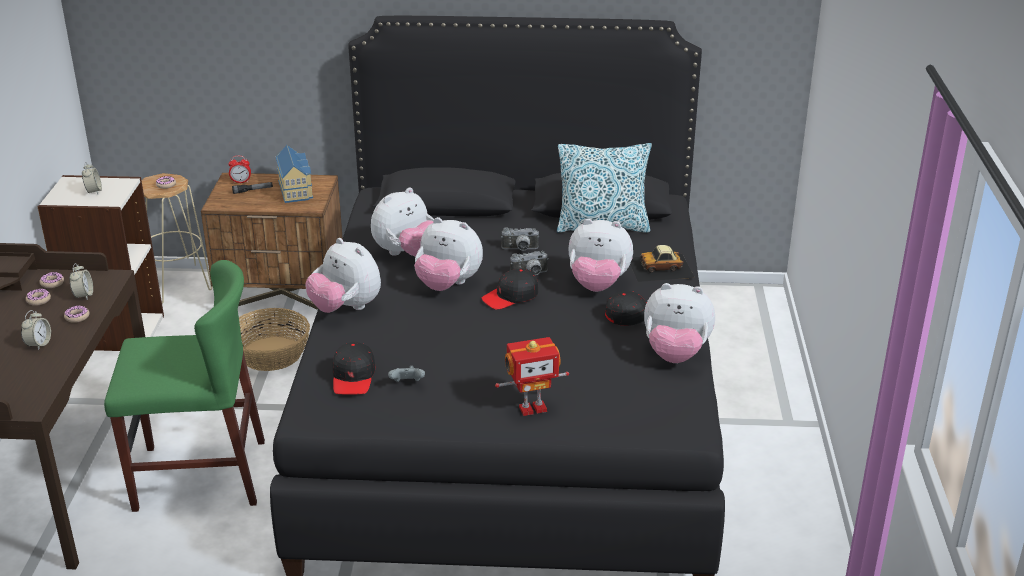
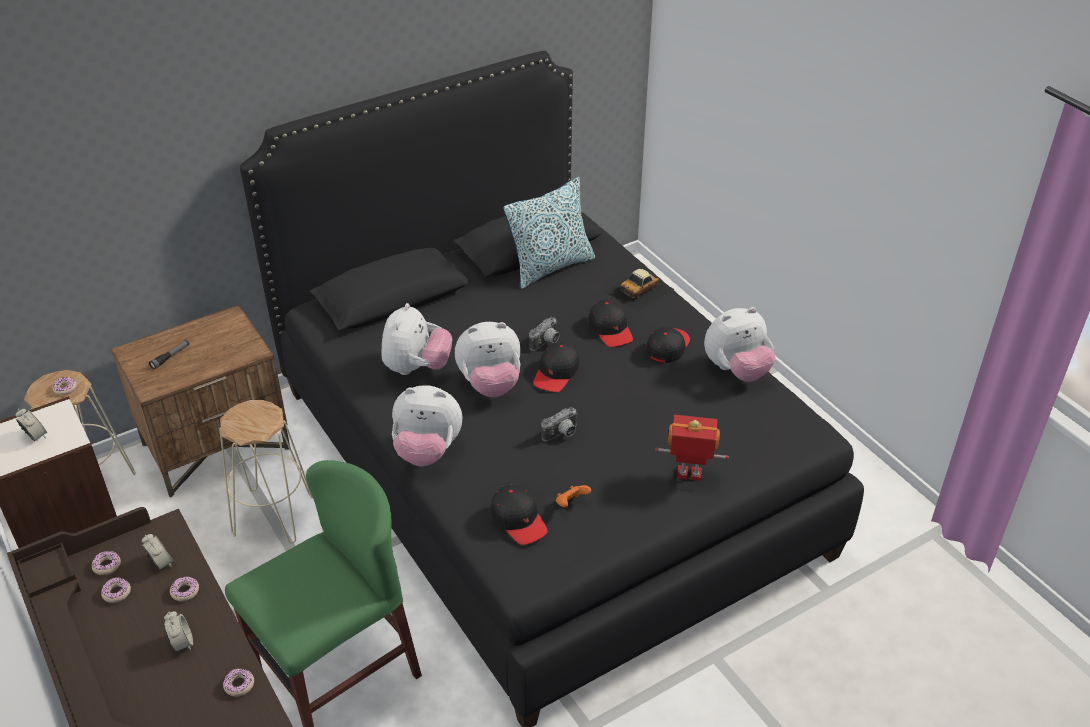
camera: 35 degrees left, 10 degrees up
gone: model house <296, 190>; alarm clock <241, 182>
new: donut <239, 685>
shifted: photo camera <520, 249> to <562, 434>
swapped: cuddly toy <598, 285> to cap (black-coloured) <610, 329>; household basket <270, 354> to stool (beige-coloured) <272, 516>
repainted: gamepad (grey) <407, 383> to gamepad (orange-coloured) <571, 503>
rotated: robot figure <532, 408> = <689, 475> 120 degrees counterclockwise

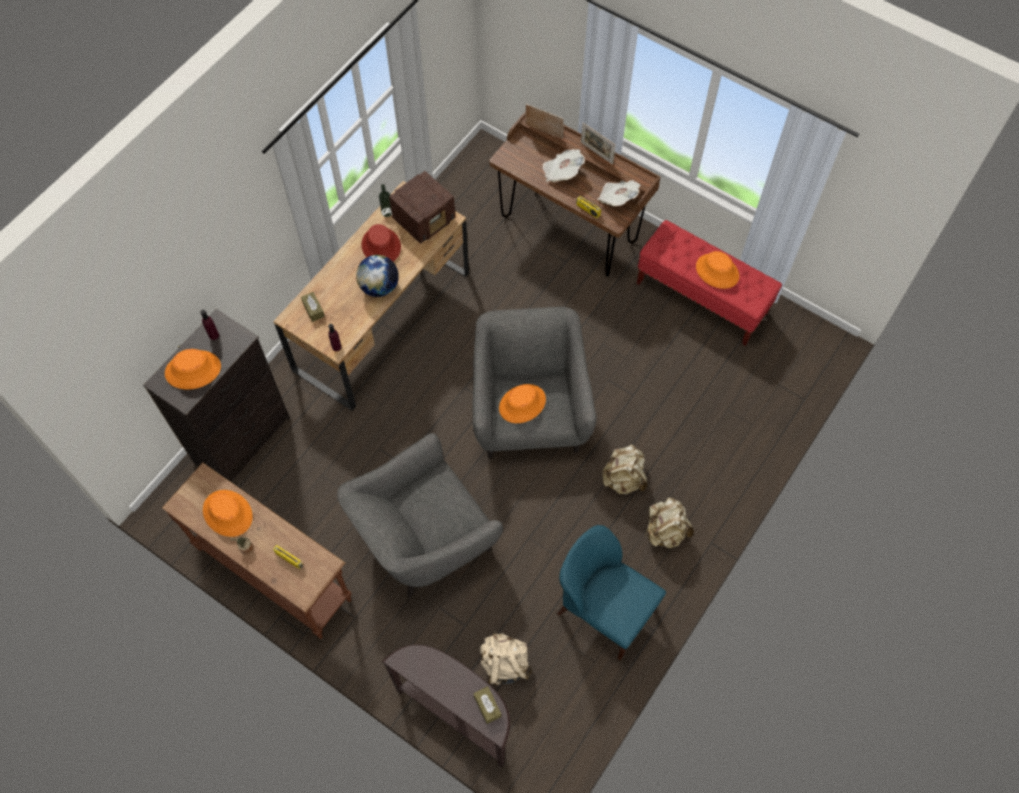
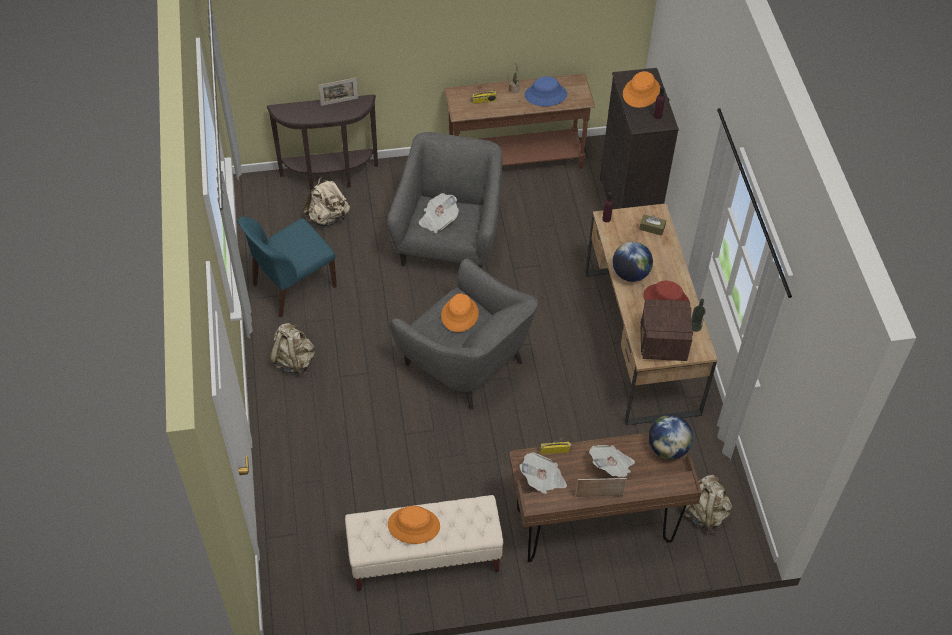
camera: 135 degrees right, 10 degrees down
gone: tissue box (brown) <487, 706>
new: printed paper <438, 220>; world globe <667, 448>
shifted: photo frame <543, 131> to <339, 101>; backpack (beige-coloured) <623, 478> to <705, 513>
repainted: indoor bench (reddish) <702, 298> to indoor bench (beige-coloured) <424, 558>; wearable hat (orange-coloured) <228, 513> to wearable hat (blue) <545, 95>
rotated: chair (blue) <604, 611> = <292, 286> 150 degrees clockwise

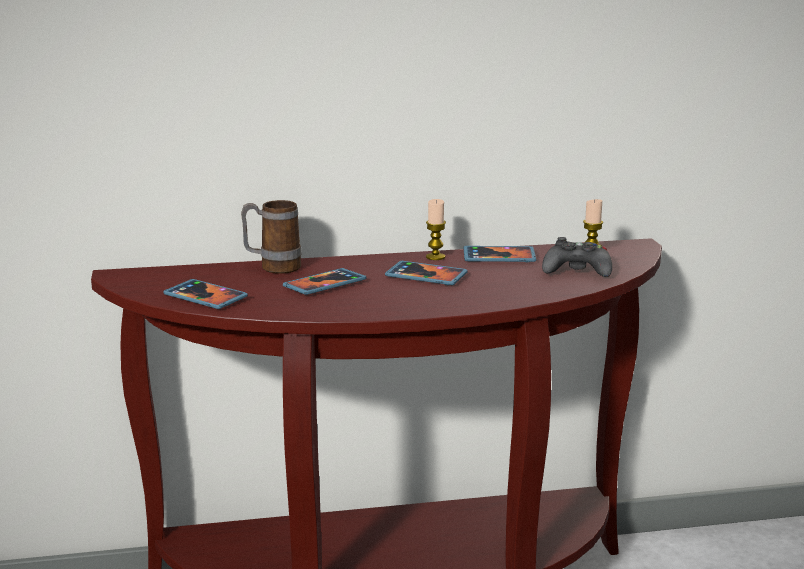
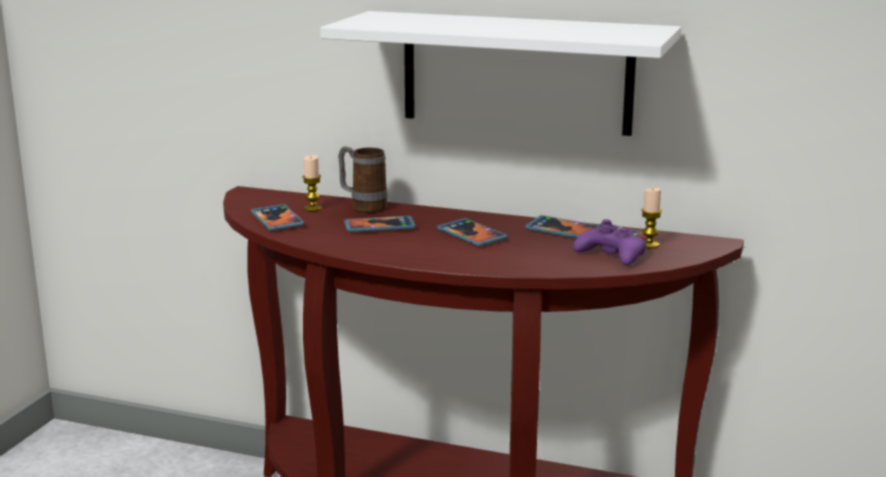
camera: 30 degrees right, 0 degrees up
new: shelf (white) <516, 72>
shifted: wax light <435, 257> to <313, 208>
repainted: gamepad (black-coloured) <577, 270> to gamepad (purplish) <613, 255>

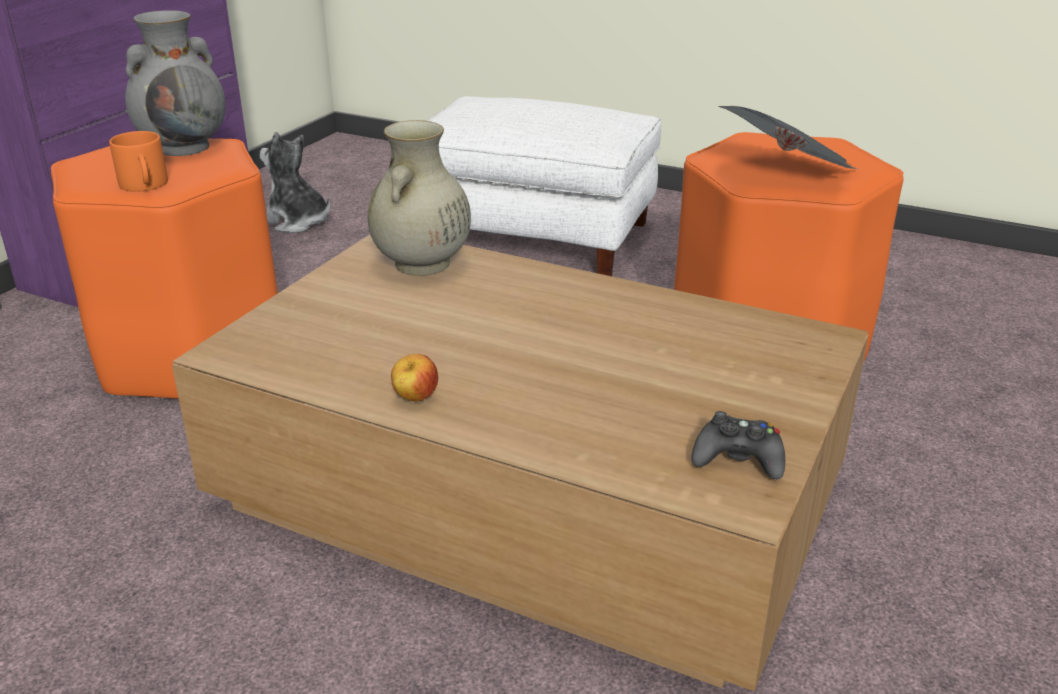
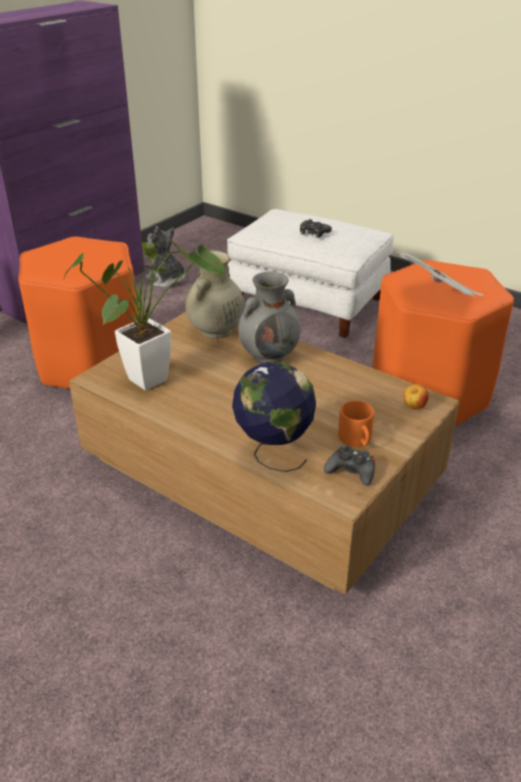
camera: 10 degrees right, 5 degrees up
new: gamepad (black-coloured) <313, 233>; houseplant <155, 377>; world globe <273, 453>
shifted: flower vase (grey) <185, 147> to <269, 355>; mug (orange-coloured) <146, 185> to <357, 440>; whole apple <415, 398> to <413, 407>

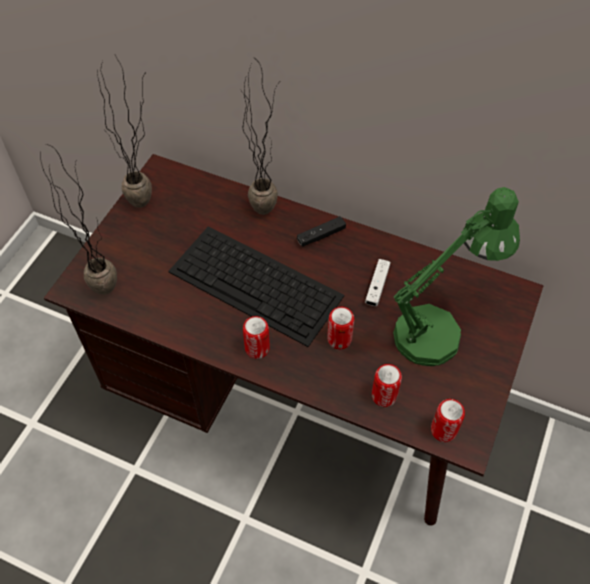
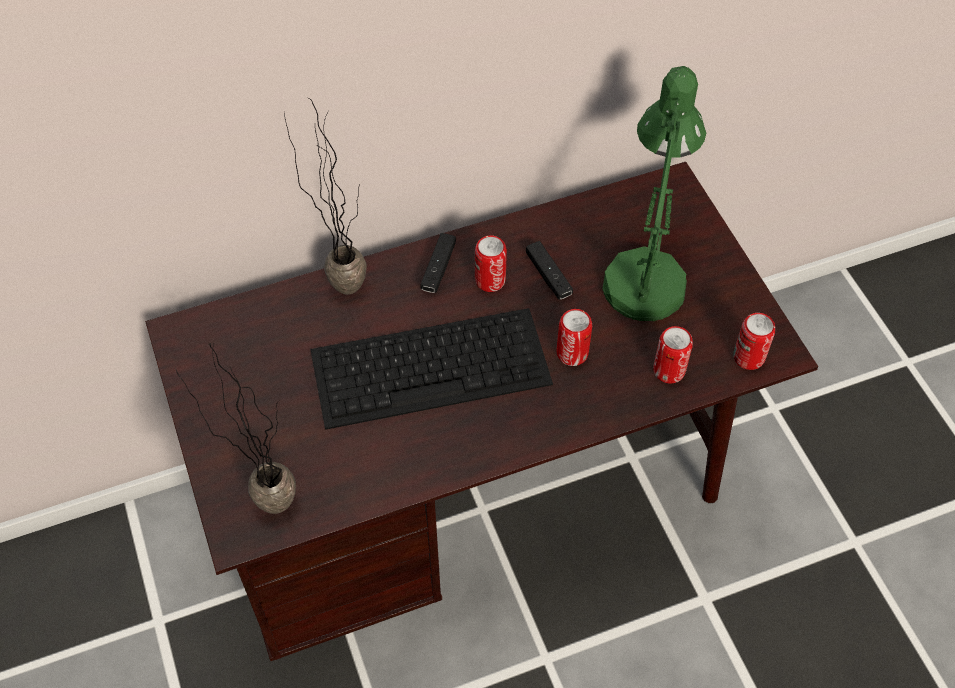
camera: 45 degrees left, 0 degrees up
gone: houseplant <150, 203>
shifted: can <257, 348> to <490, 280>
repainted: gamepad (white) <377, 286> to gamepad (black-coloured) <548, 276>

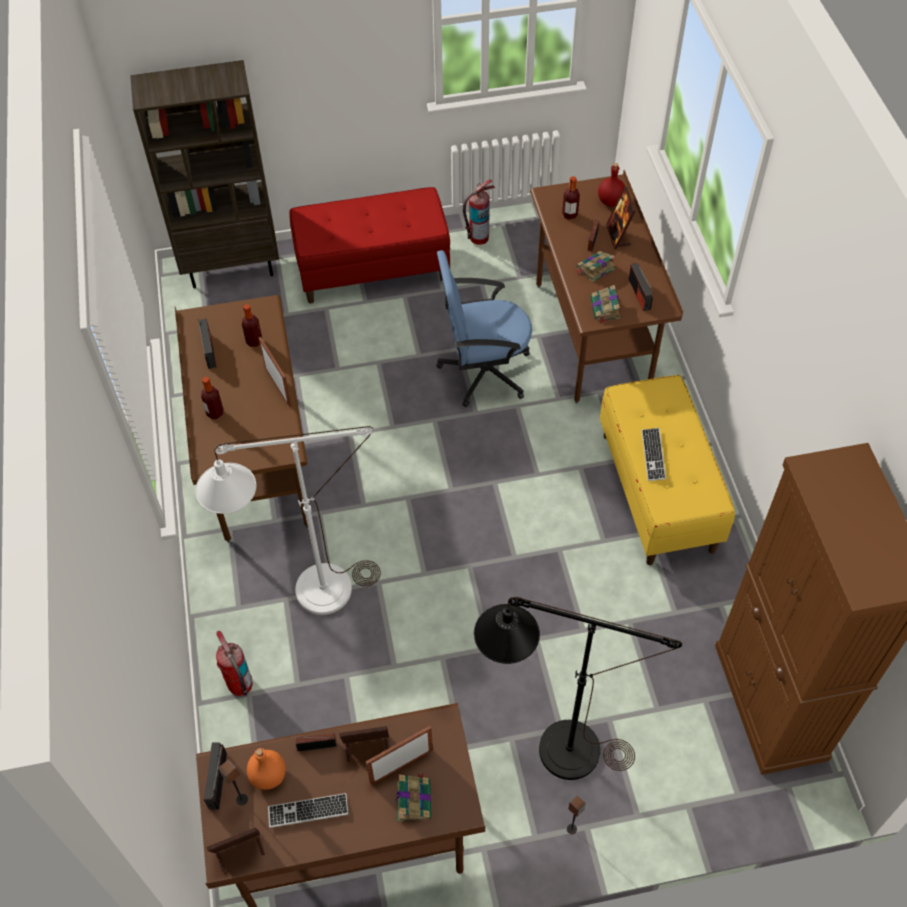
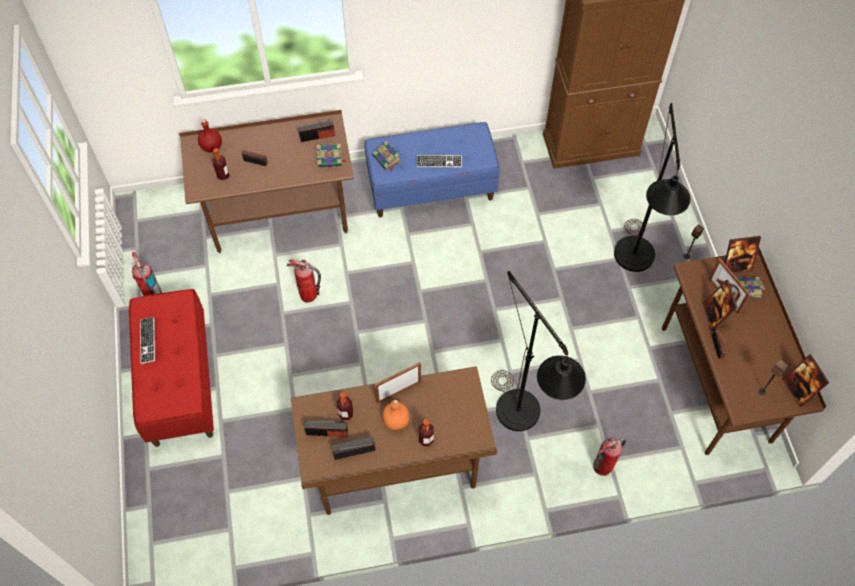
camera: 90 degrees left, 5 degrees up
gone: bookshelf (brown) <232, 267>
shifted: photo frame <618, 236> to <735, 266>; bound book <594, 269> to <387, 159>; radio receiver <217, 781> to <327, 432>; beverage bottle (orange-coloured) <268, 776> to <396, 421>; keyboard <308, 811> to <148, 340>
swapped: office chair (blue) <483, 371> to extinguisher <308, 295>
repainted: indoor bench (yellow) <658, 492> to indoor bench (blue) <431, 188>; floor lamp (white) <308, 595> to floor lamp (black-coloured) <523, 422>

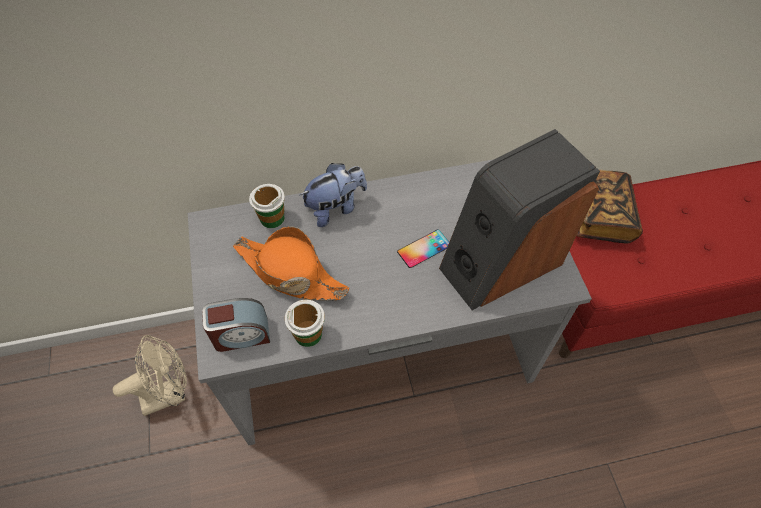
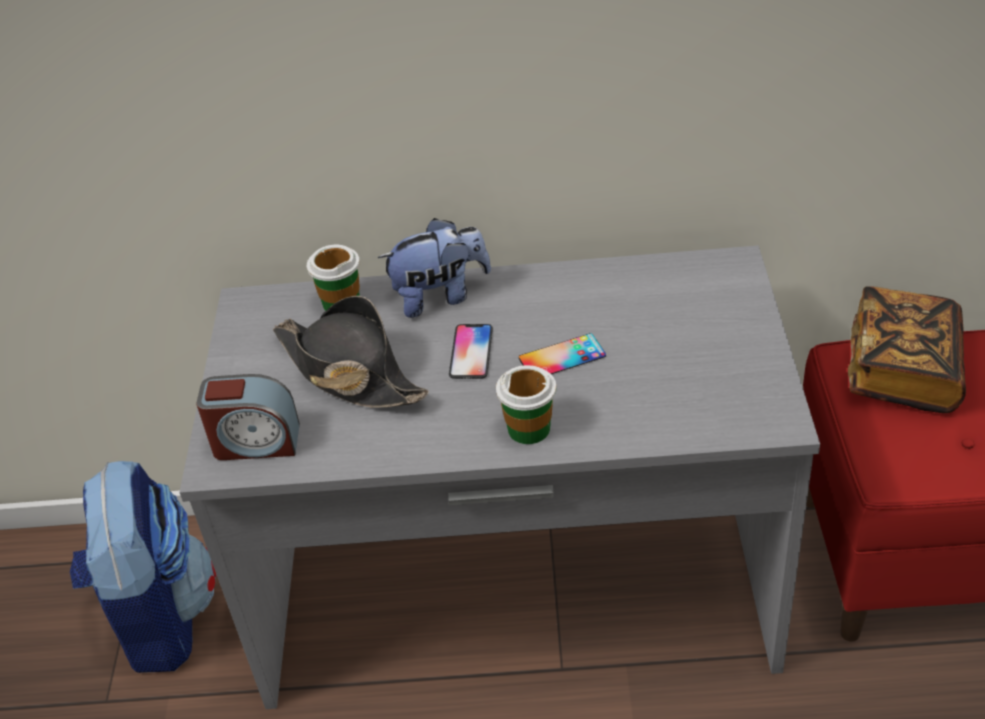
camera: 15 degrees right, 15 degrees down
gone: loudspeaker <500, 264>
new: handset <471, 352>
shifted: drinking cup <308, 334> to <529, 429>
swapped: cooling fan (beige-coloured) <170, 394> to backpack <159, 617>
repainted: wearable hat (orange-coloured) <290, 272> to wearable hat (black-coloured) <348, 372>

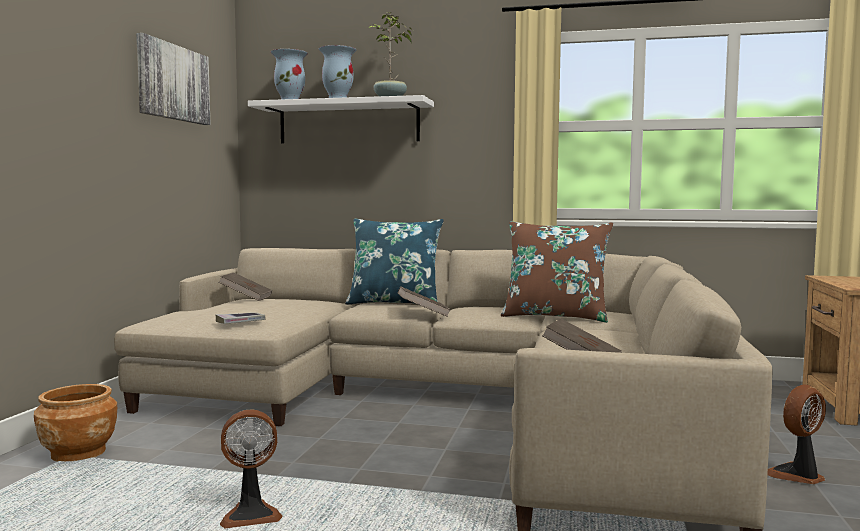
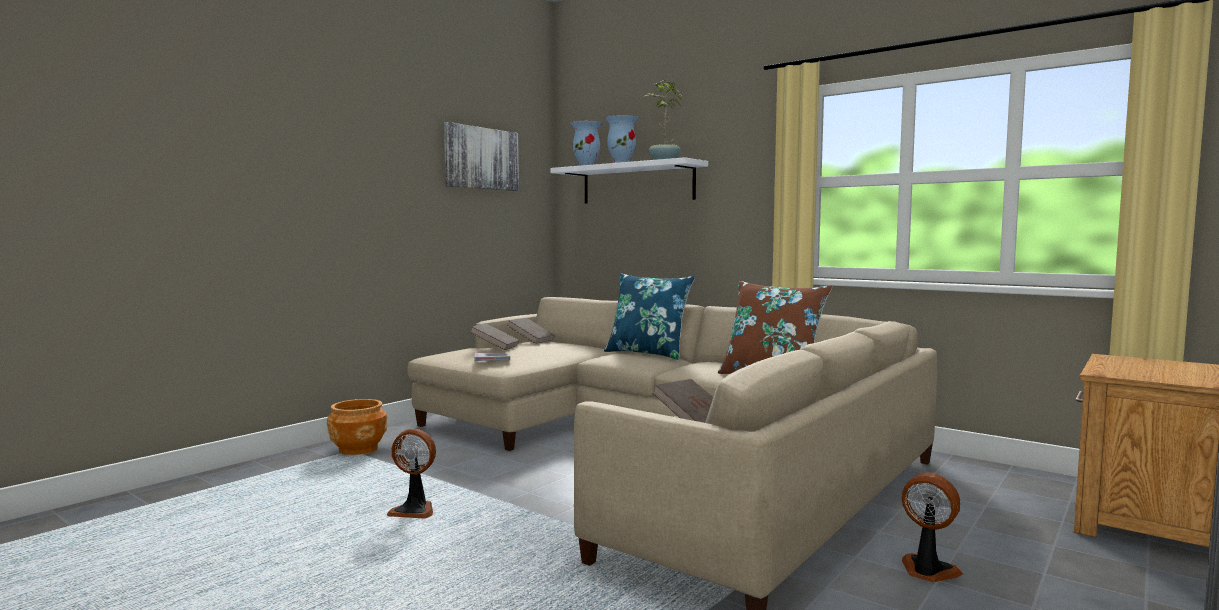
camera: 25 degrees right, 0 degrees up
shifted: bound book (brown) <423, 314> to <495, 347>
rotated: cooling fan <797, 476> = <927, 571> 45 degrees clockwise

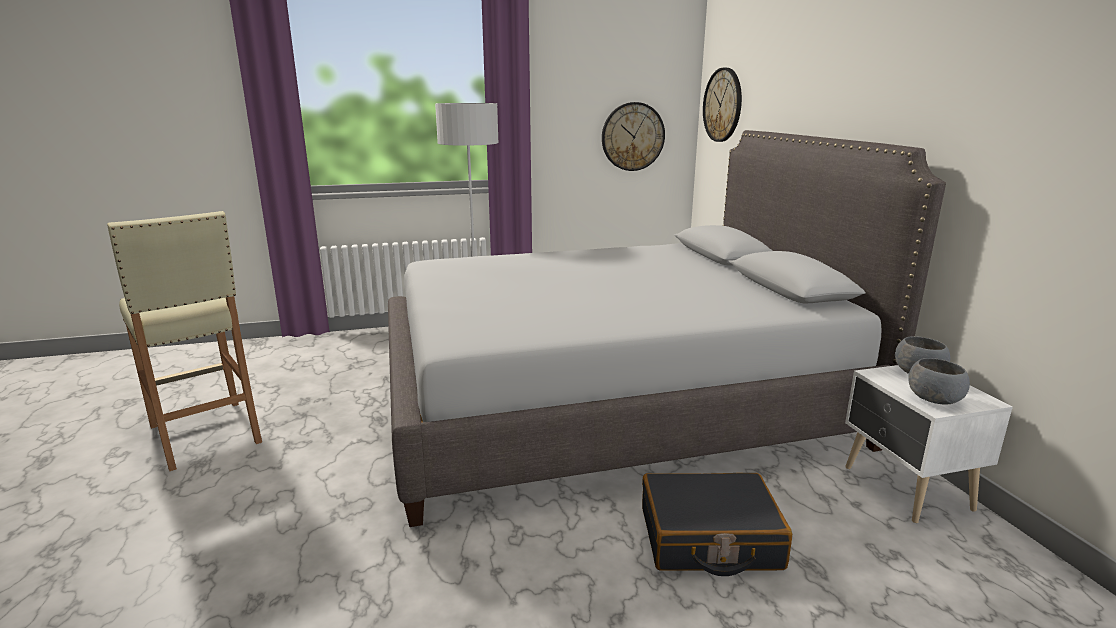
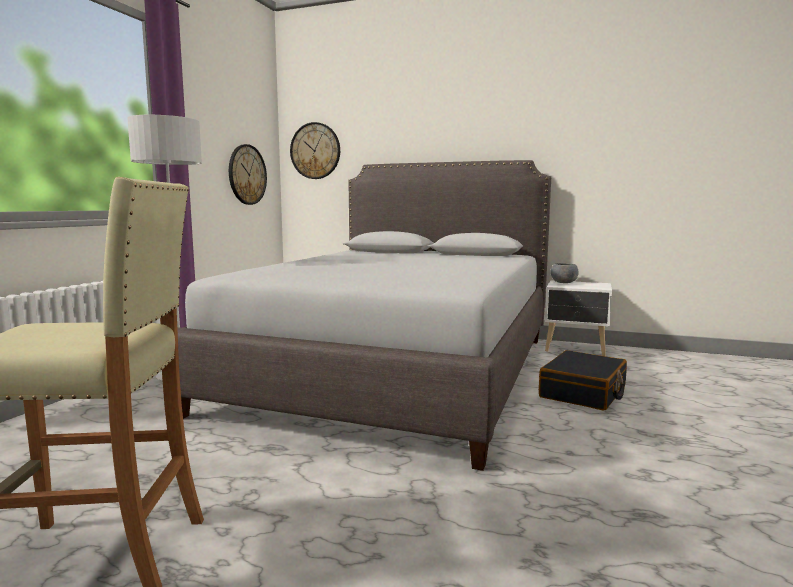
camera: 55 degrees left, 10 degrees down
gone: bowl (grey) <935, 400>

